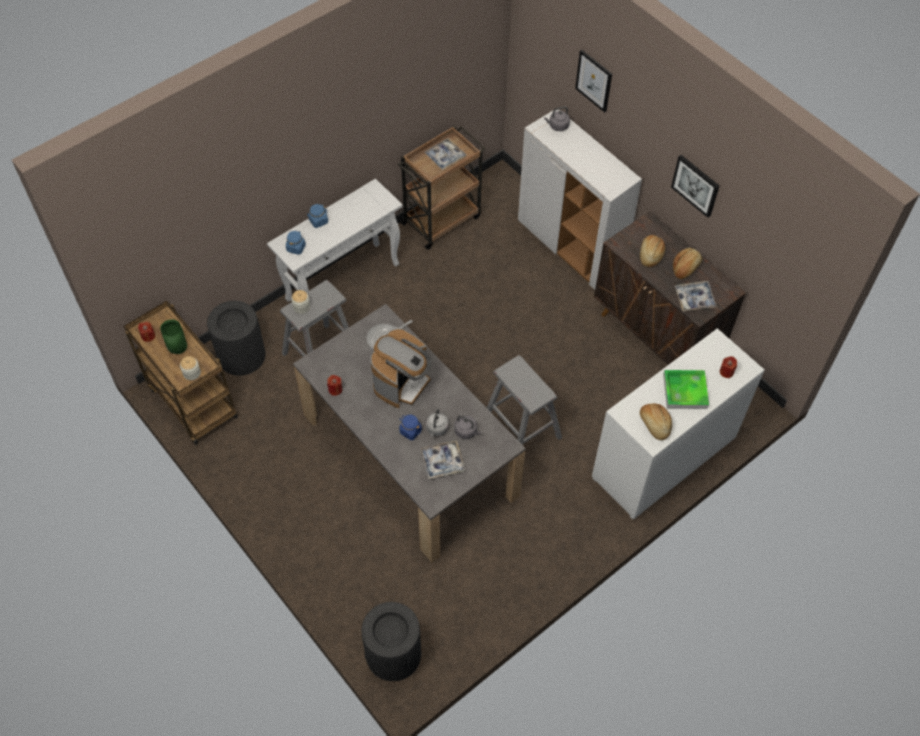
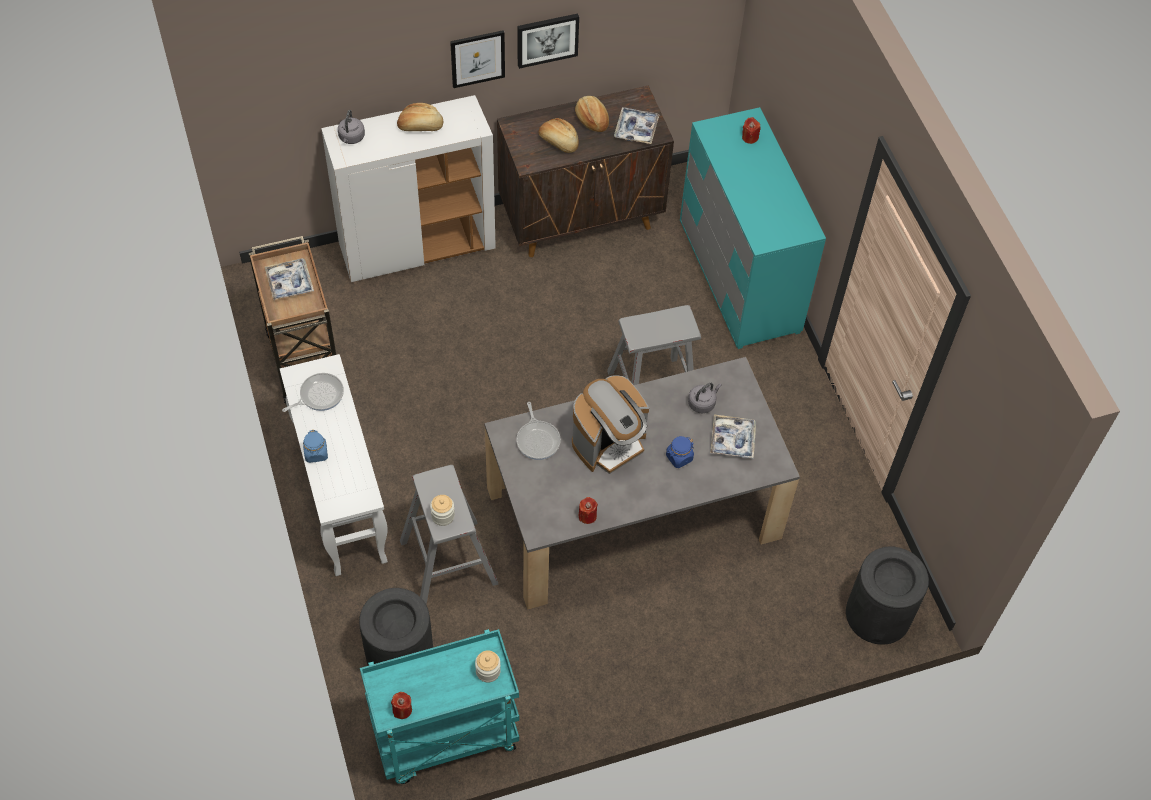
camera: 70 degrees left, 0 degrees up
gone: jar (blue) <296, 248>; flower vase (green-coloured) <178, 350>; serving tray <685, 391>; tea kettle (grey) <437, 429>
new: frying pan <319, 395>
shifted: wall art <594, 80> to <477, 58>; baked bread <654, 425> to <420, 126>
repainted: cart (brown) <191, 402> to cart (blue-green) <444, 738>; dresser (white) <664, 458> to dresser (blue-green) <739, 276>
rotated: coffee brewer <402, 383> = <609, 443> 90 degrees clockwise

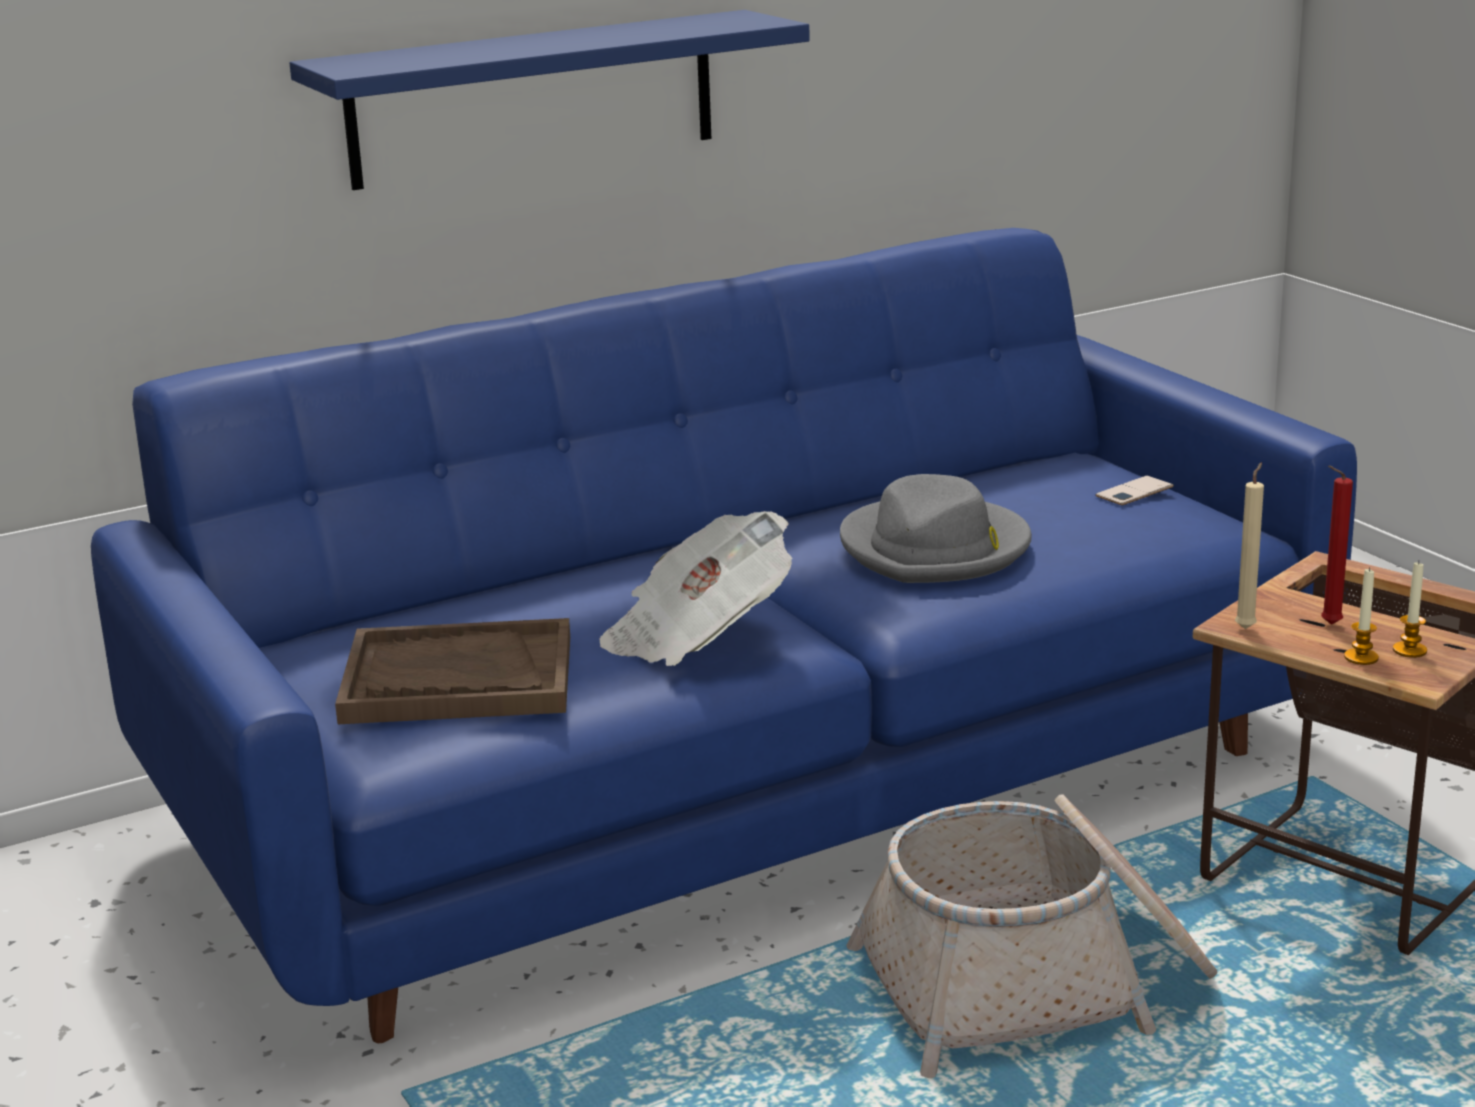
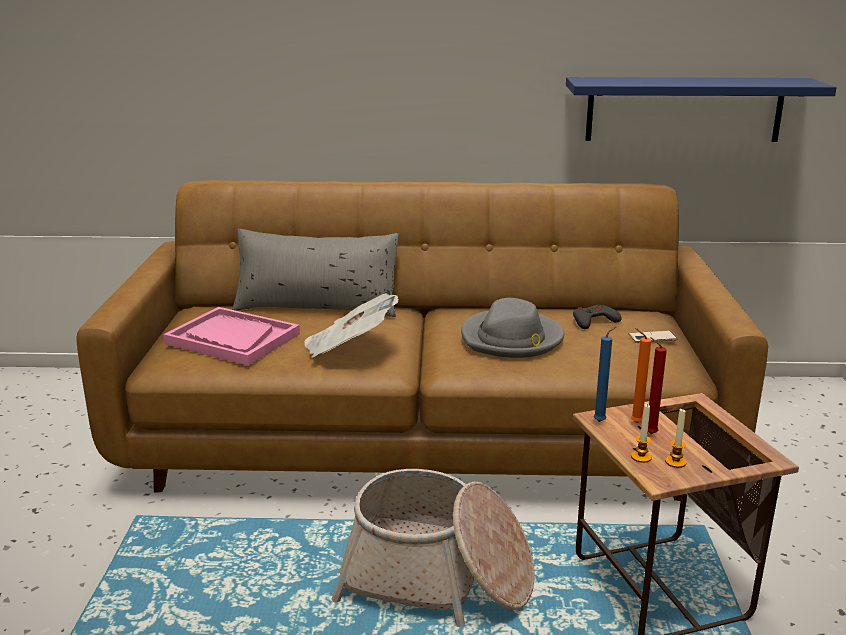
camera: 30 degrees right, 0 degrees up
new: pillow (grey) <317, 306>; gamepad (grey) <594, 321>; wax light (orange-coloured) <634, 422>
shifted: shelf (blue) <533, 99> to <684, 109>
repainted: settee (blue) <746, 782> to settee (brown) <423, 432>; wax light (beige-coloured) <1246, 627> to wax light (blue) <601, 421>; serving tray (brown) <457, 679> to serving tray (pinkish) <232, 339>

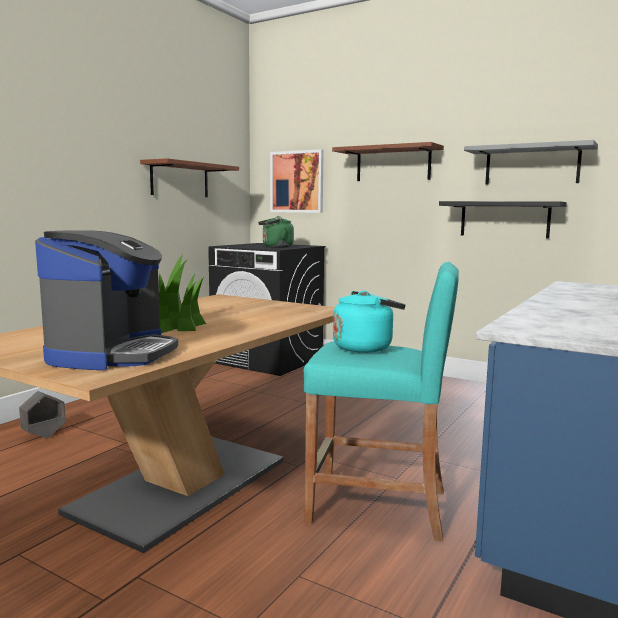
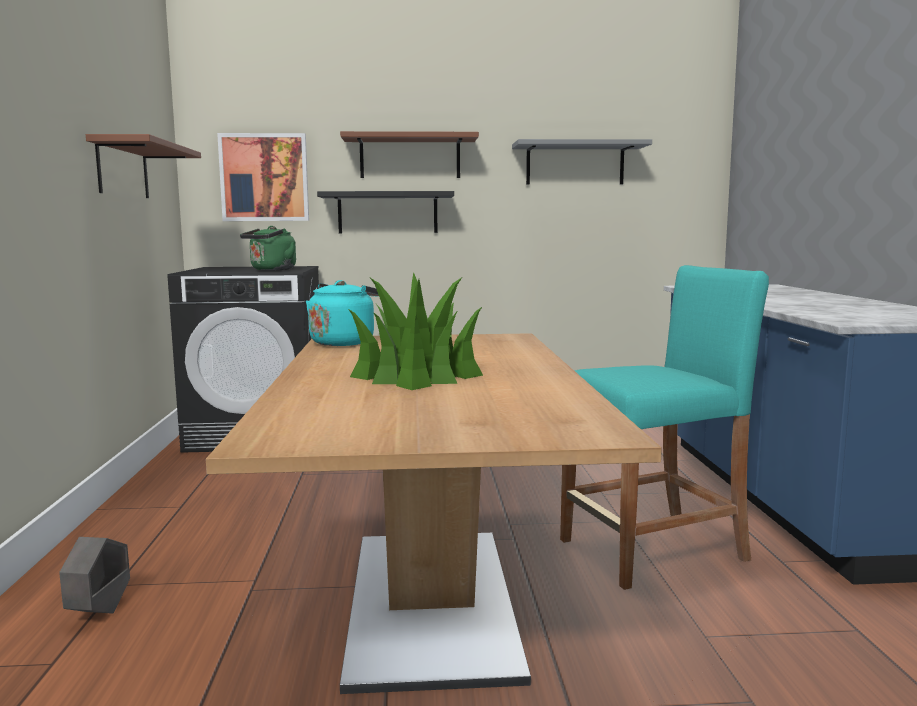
camera: 35 degrees left, 0 degrees up
gone: coffee brewer <112, 354>
shifted: shelf (black-coloured) <504, 219> to <387, 213>; tea kettle (blue-green) <365, 347> to <344, 342>

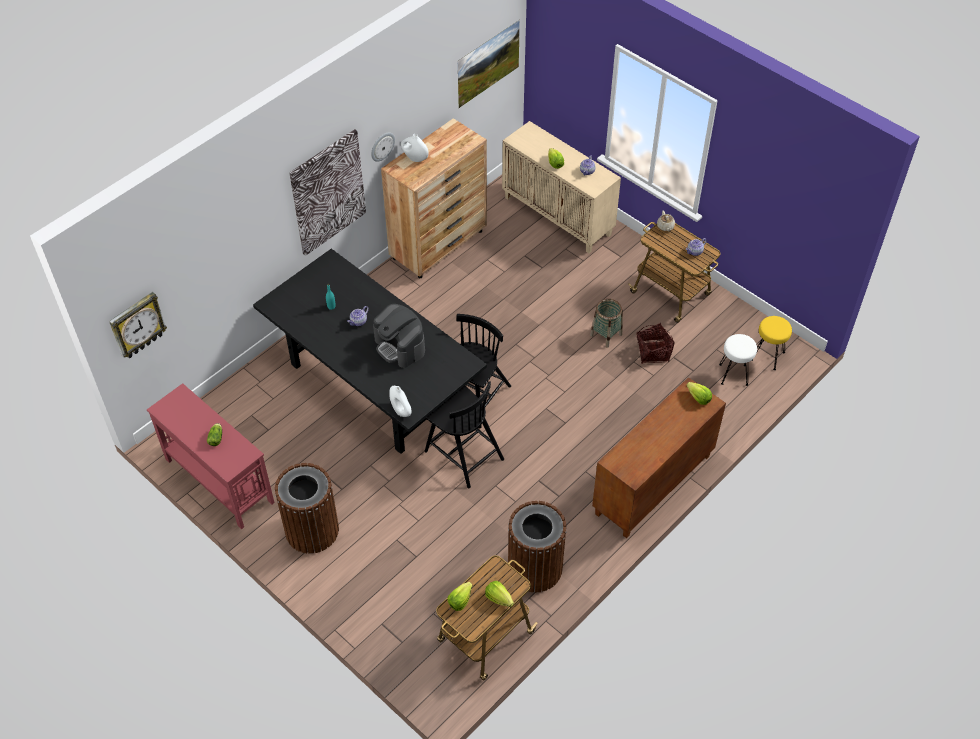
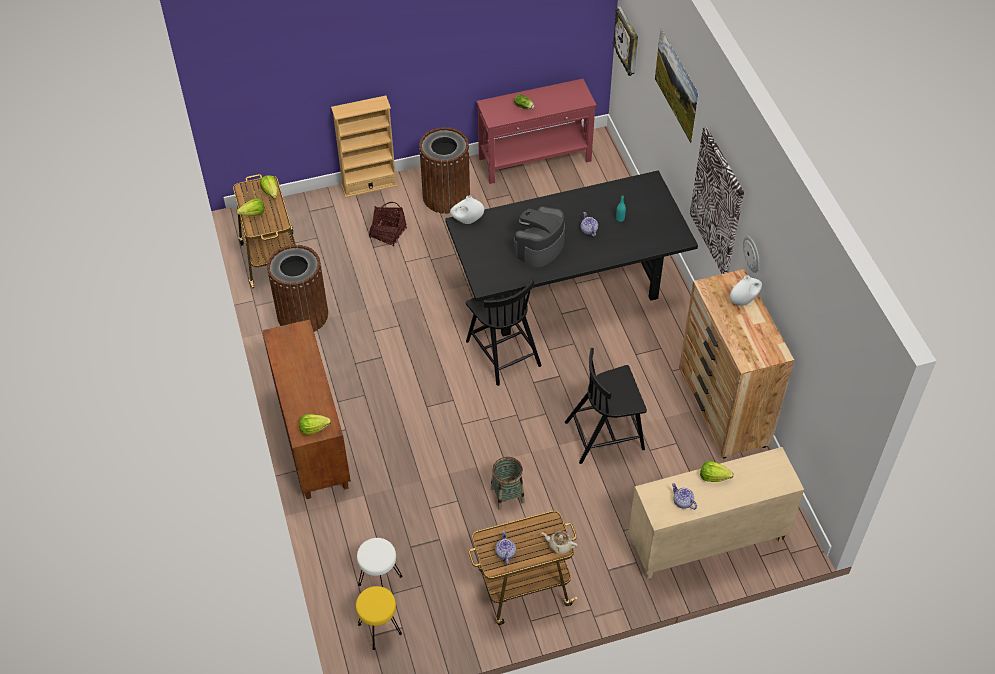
camera: 120 degrees right, 0 degrees up
new: bookshelf (beige-coloured) <369, 185>
shifted: wall art <489, 75> to <674, 98>; household basket <652, 352> to <388, 233>; chair (black-coloured) <463, 454> to <606, 434>
rotated: coffee brewer <400, 346> = <539, 247> 45 degrees counterclockwise

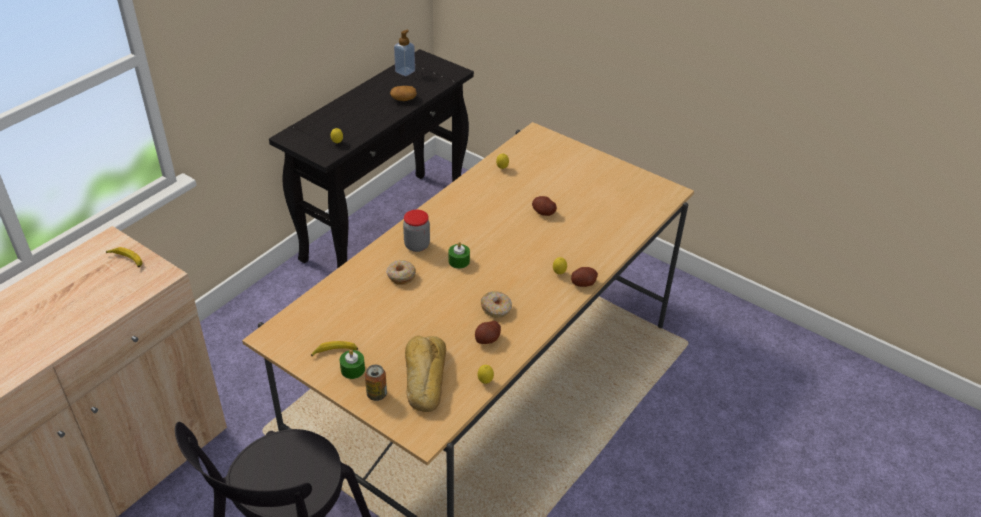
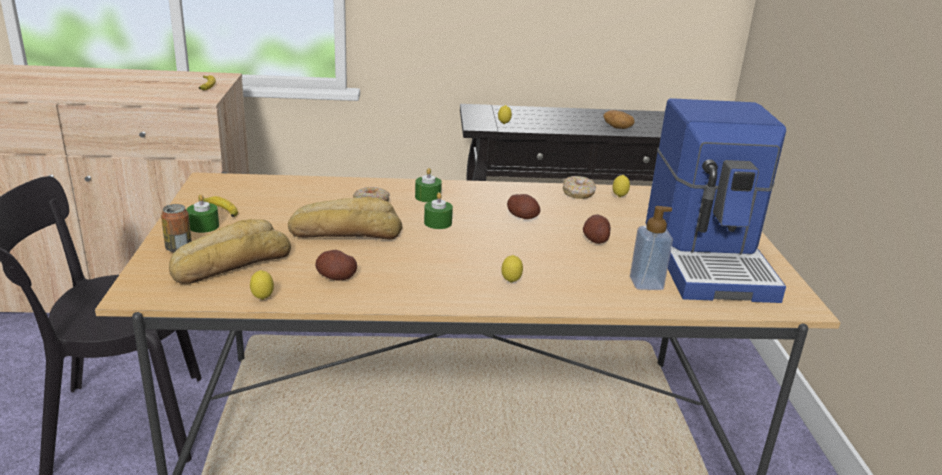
camera: 50 degrees right, 15 degrees down
new: coffee brewer <709, 259>; baked bread <346, 232>
shifted: soap bottle <405, 71> to <646, 283>; spud <583, 283> to <523, 217>; donut <496, 308> to <578, 193>
swapped: jar <417, 245> to wax light (green-coloured) <428, 197>

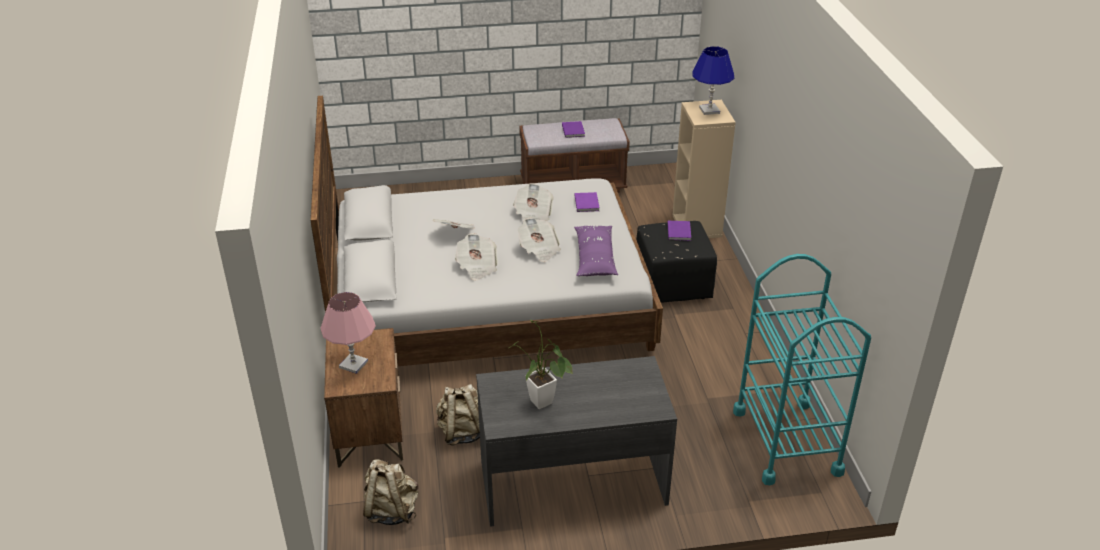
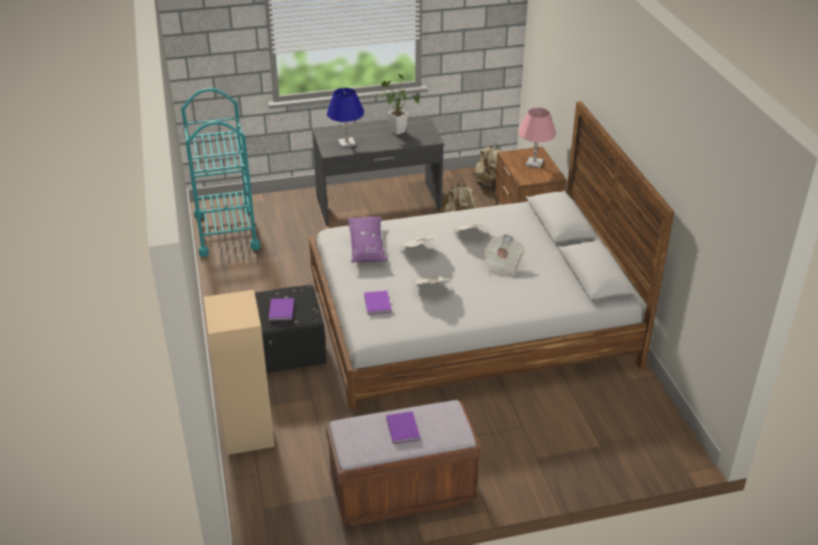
camera: 175 degrees right, 0 degrees up
shifted: lamp for a table (blue) <709, 110> to <346, 143>

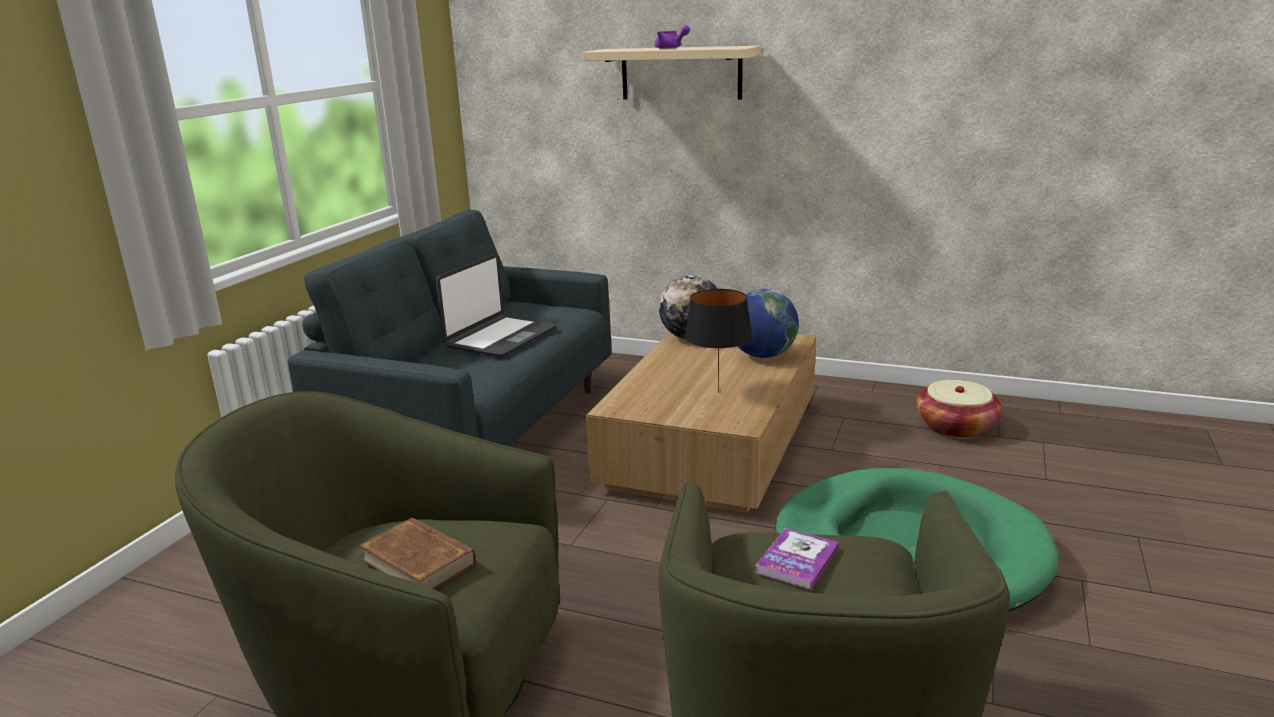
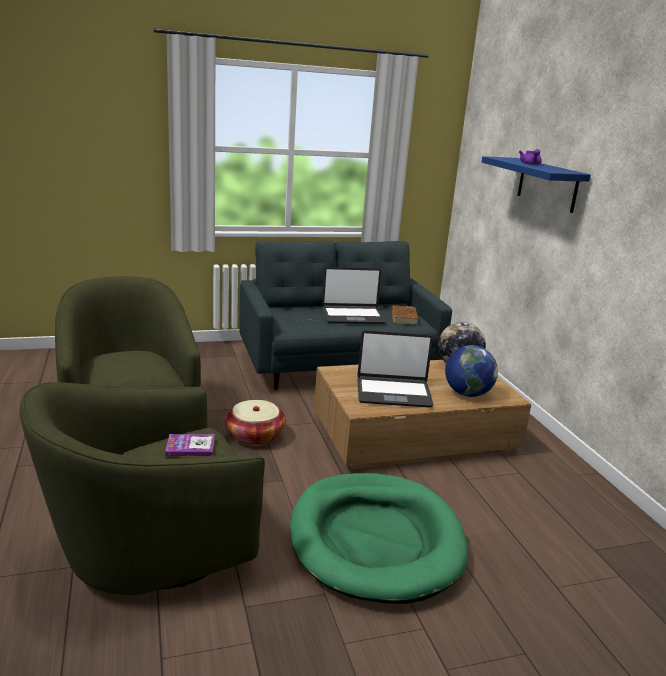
camera: 50 degrees right, 0 degrees up
shifted: household basket <955, 427> to <255, 436>; bound book (brown) <418, 562> to <404, 318>
swapped: lamp for a table (black-coloured) <718, 392> to portable computer <393, 393>
repainted: shelf (beige-coloured) <681, 73> to shelf (blue) <547, 184>

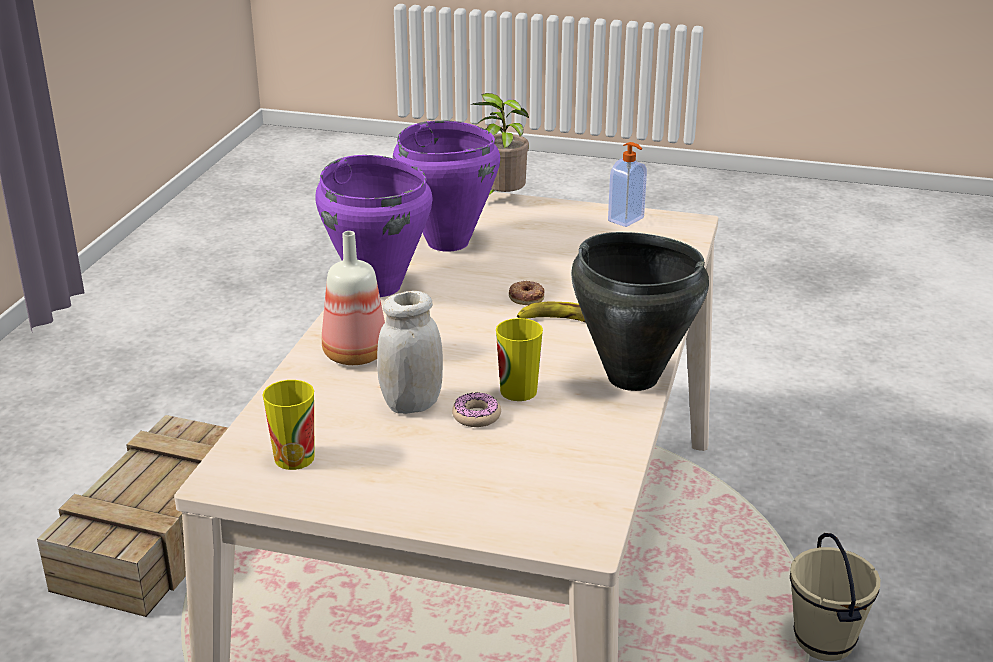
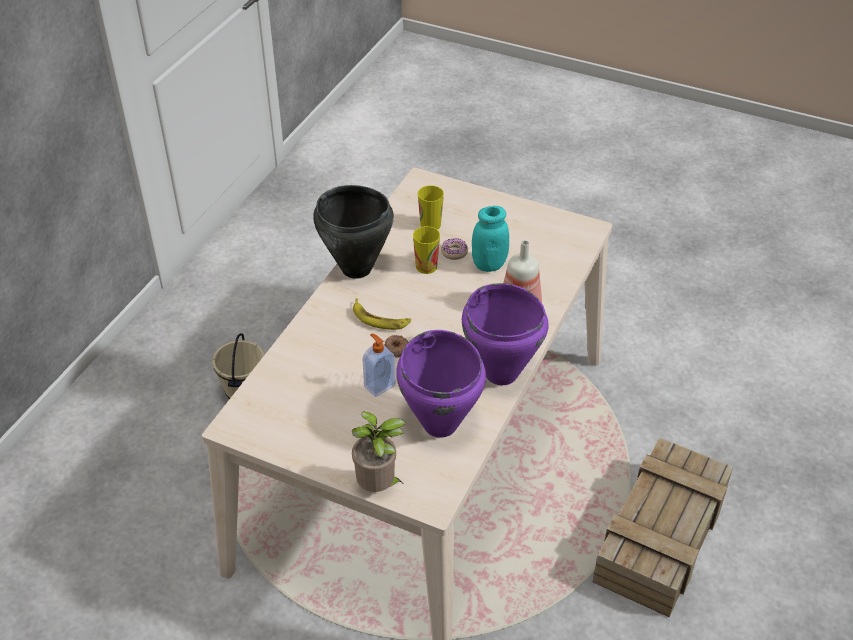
camera: 170 degrees left, 15 degrees up
shifted: soap bottle <627, 220> to <379, 385>; drinking cup <294, 458> to <430, 224>
repainted: jar (white) <412, 404> to jar (blue-green) <489, 264>

